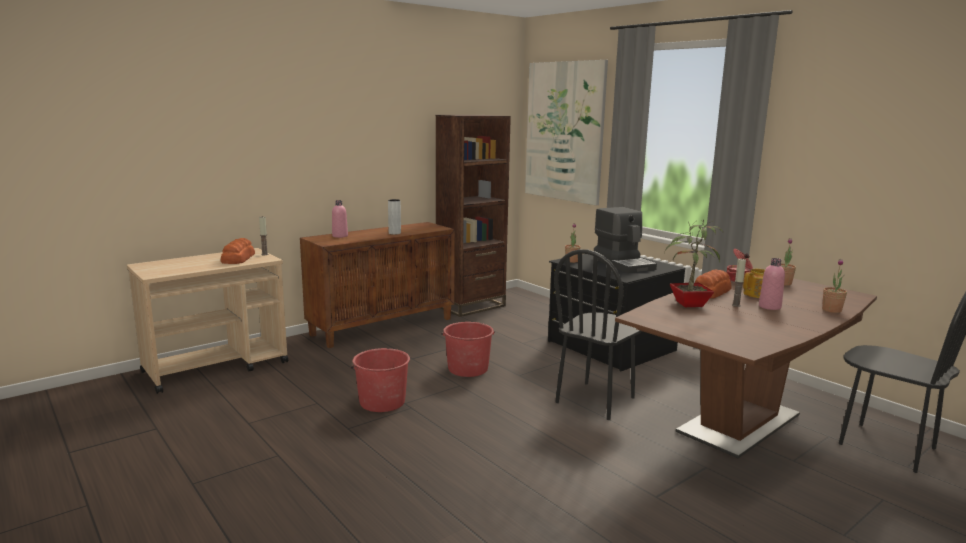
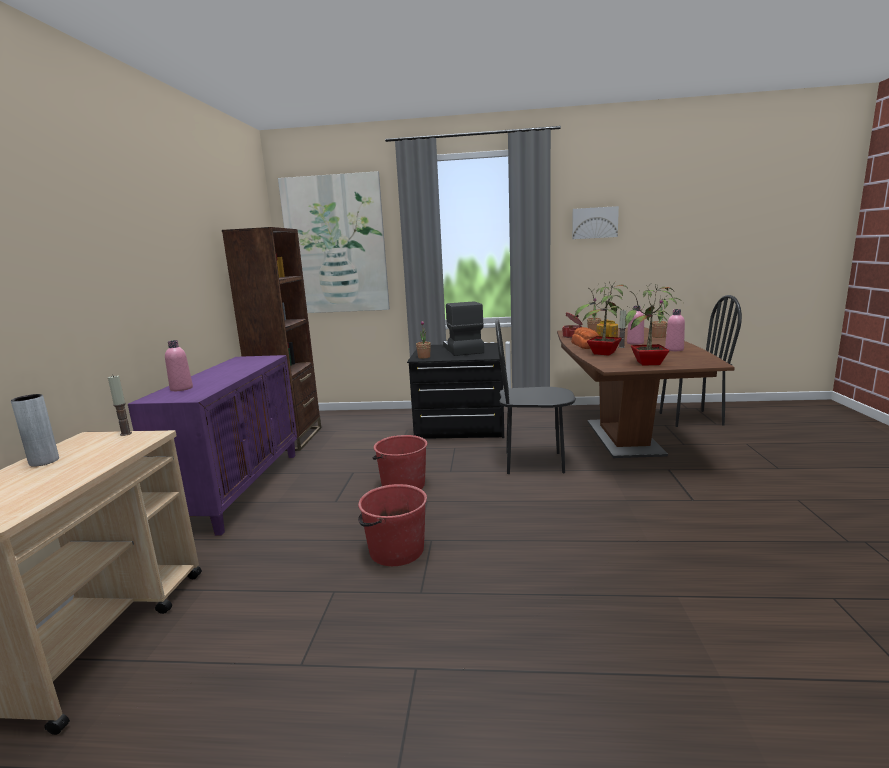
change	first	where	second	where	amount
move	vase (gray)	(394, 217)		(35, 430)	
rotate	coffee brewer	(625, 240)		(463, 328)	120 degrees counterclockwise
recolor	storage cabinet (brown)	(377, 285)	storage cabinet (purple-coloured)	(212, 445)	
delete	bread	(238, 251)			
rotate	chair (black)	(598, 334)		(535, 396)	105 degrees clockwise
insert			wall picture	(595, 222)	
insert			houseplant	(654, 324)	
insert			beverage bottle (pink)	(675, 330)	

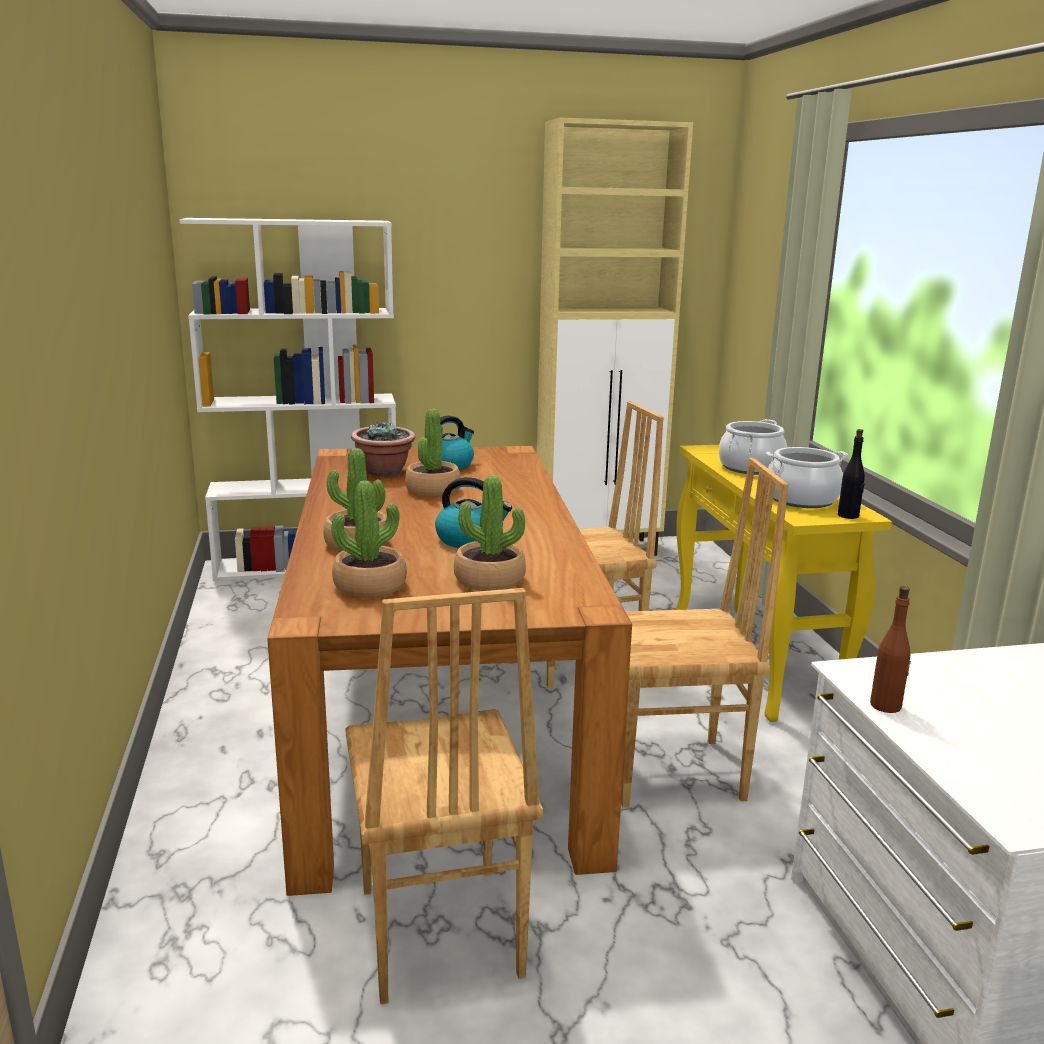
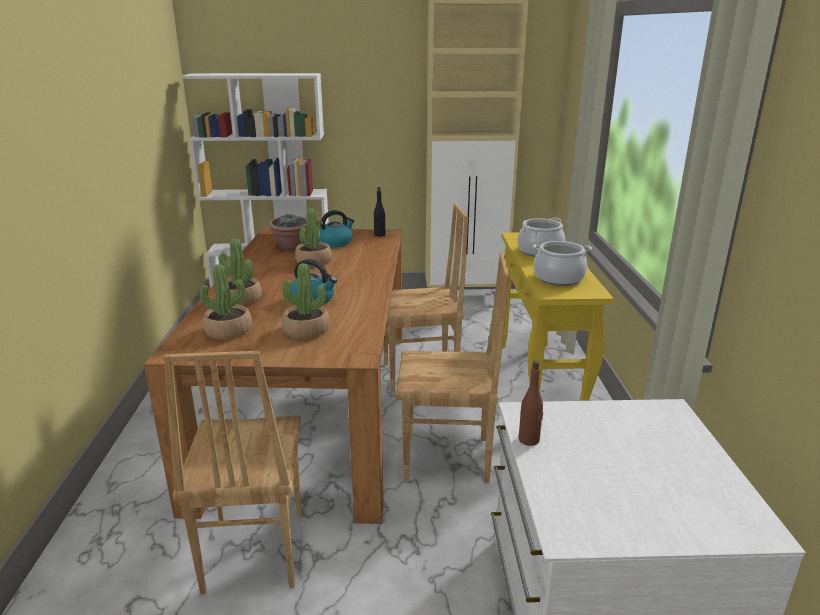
change	first	where	second	where	amount
move	beverage bottle (black)	(851, 474)		(379, 211)	

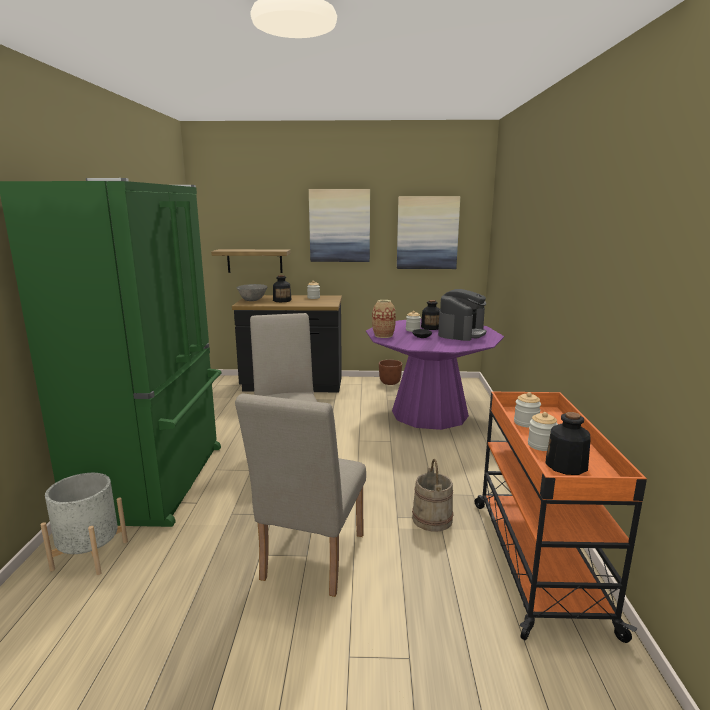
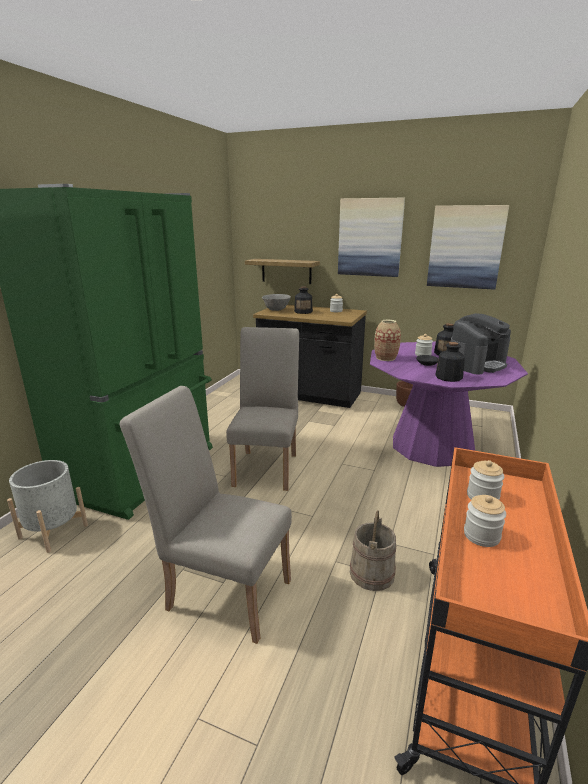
change	first	where	second	where	amount
rotate	chair (sand-coloured)	(300, 495)		(206, 515)	75 degrees clockwise
move	beverage bottle	(568, 443)		(450, 362)	

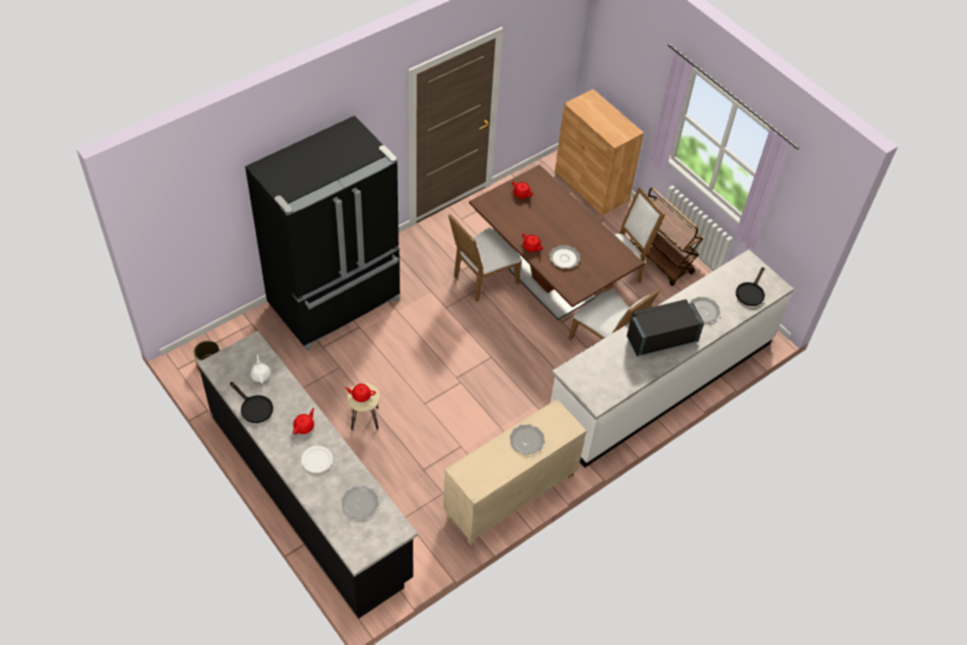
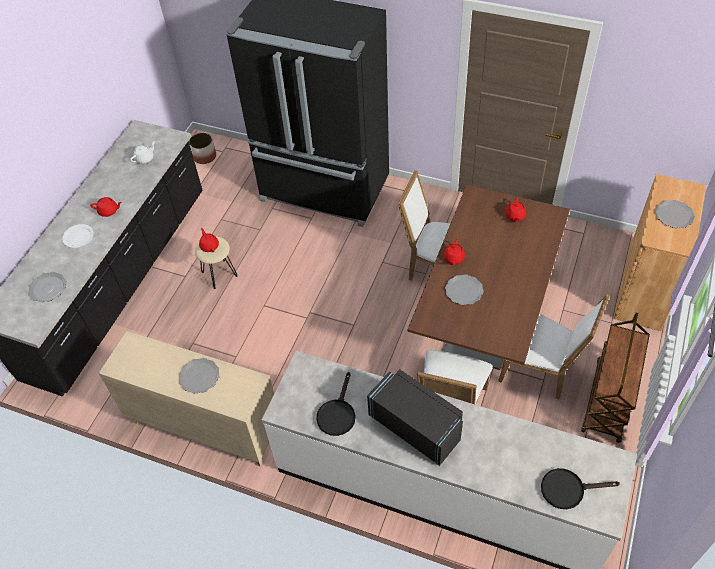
change	first	where	second	where	amount
move	dinner plate	(704, 309)		(675, 214)	
move	skillet (black)	(251, 402)		(336, 404)	

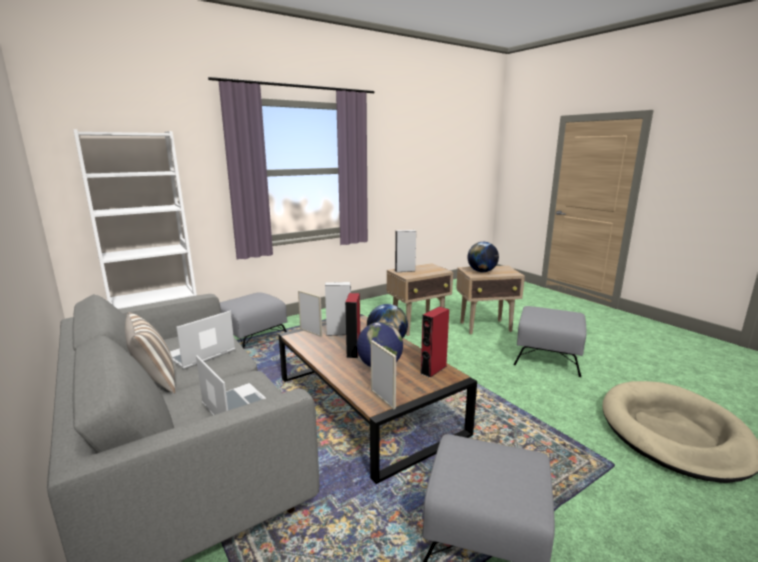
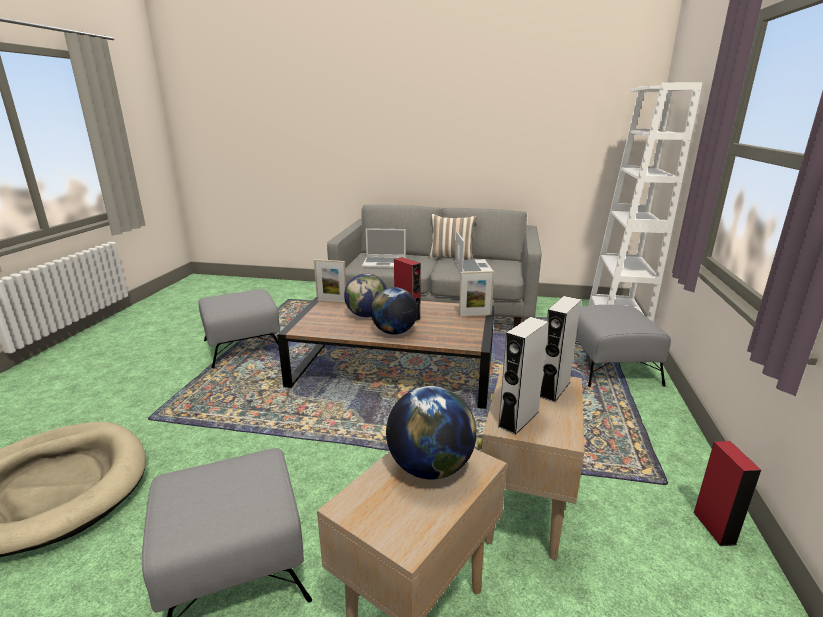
change	first	where	second	where	amount
move	loudspeaker (gray)	(338, 309)		(523, 376)	
move	loudspeaker (reddish)	(434, 342)		(727, 493)	

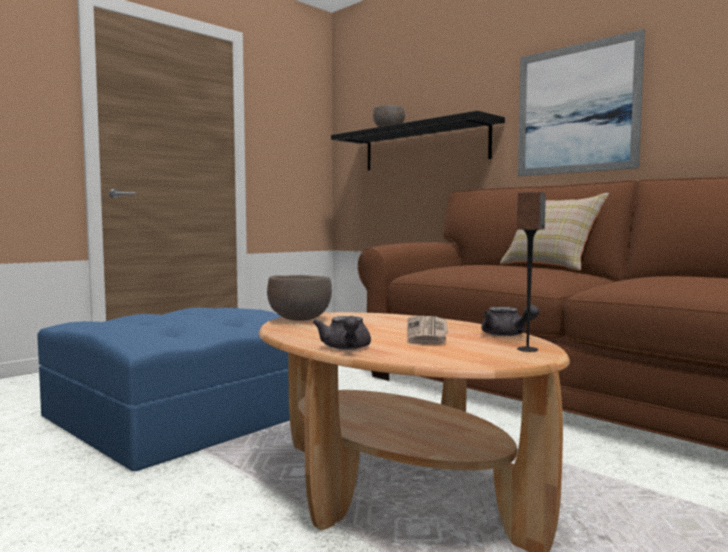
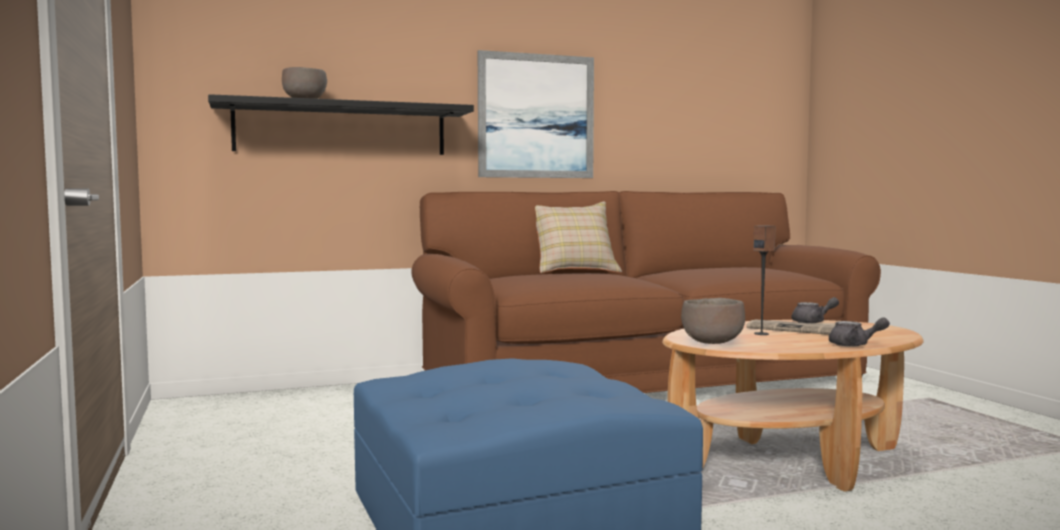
change	first	where	second	where	amount
move	loudspeaker	(531, 272)		(764, 280)	

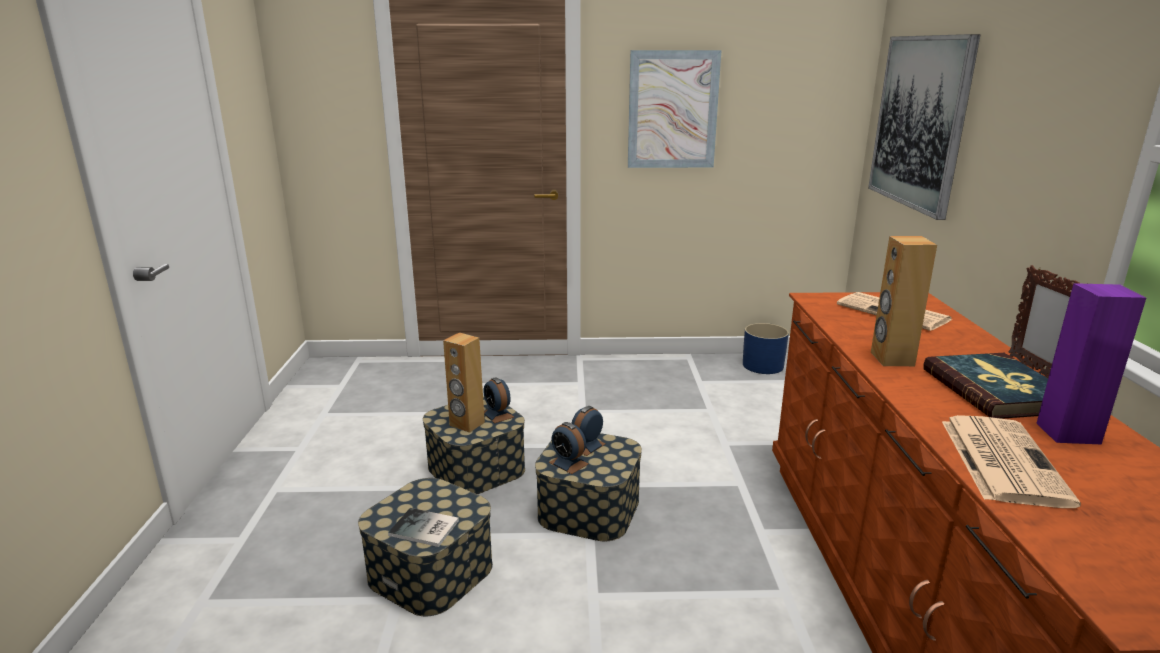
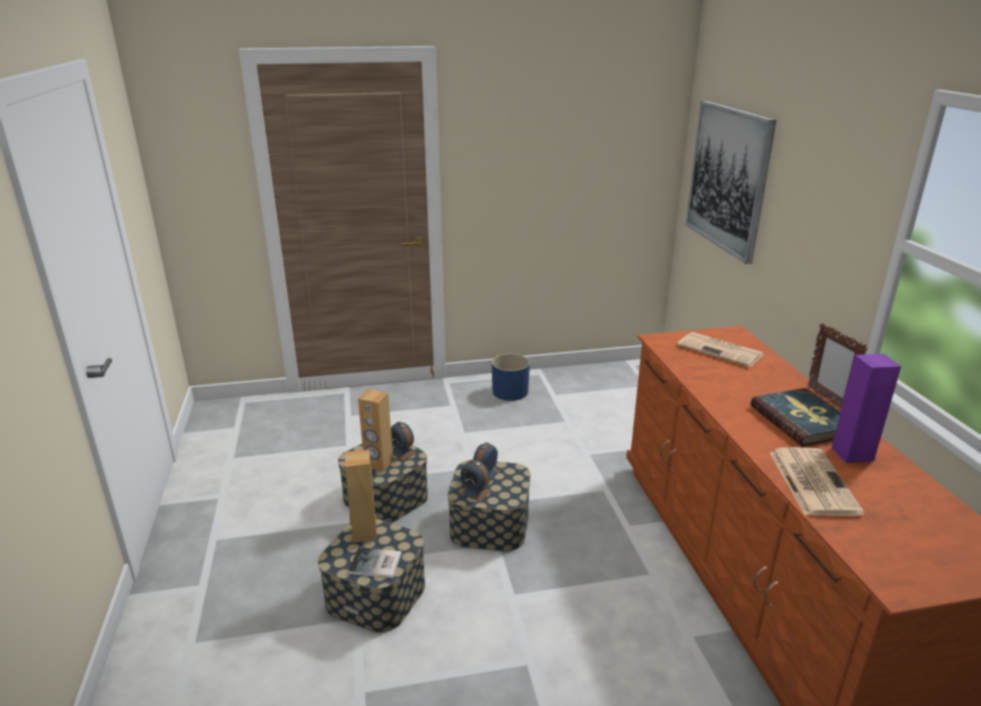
change	first	where	second	where	amount
delete	wall picture	(674, 109)			
move	loudspeaker (brown)	(904, 301)		(361, 496)	
move	plant pot (blue)	(766, 348)		(511, 377)	

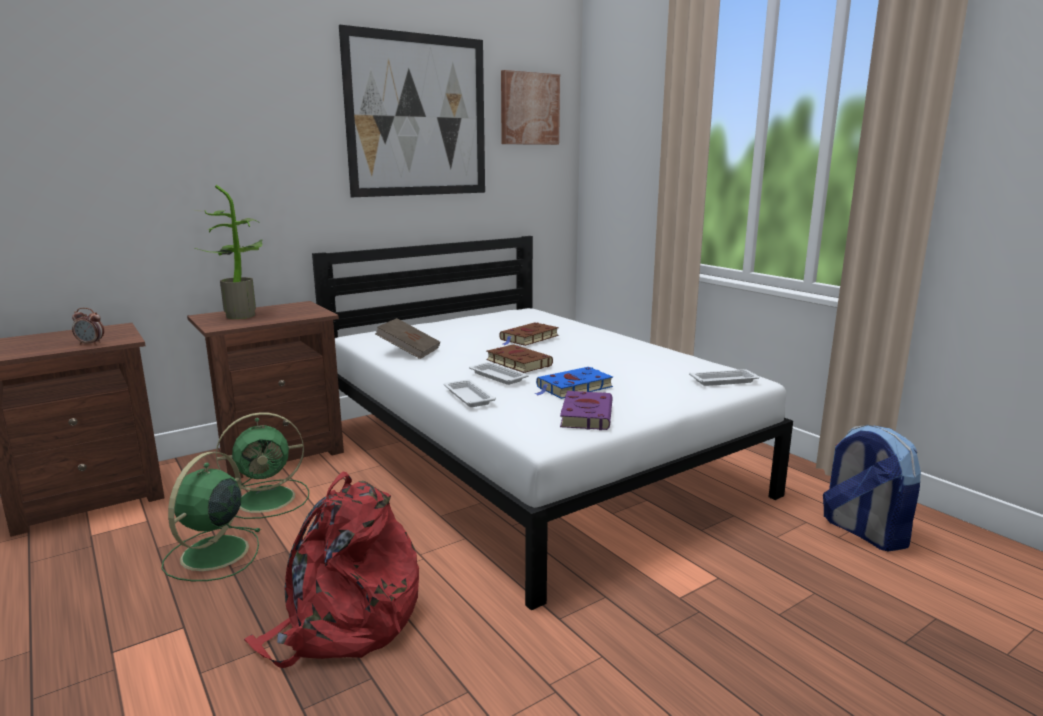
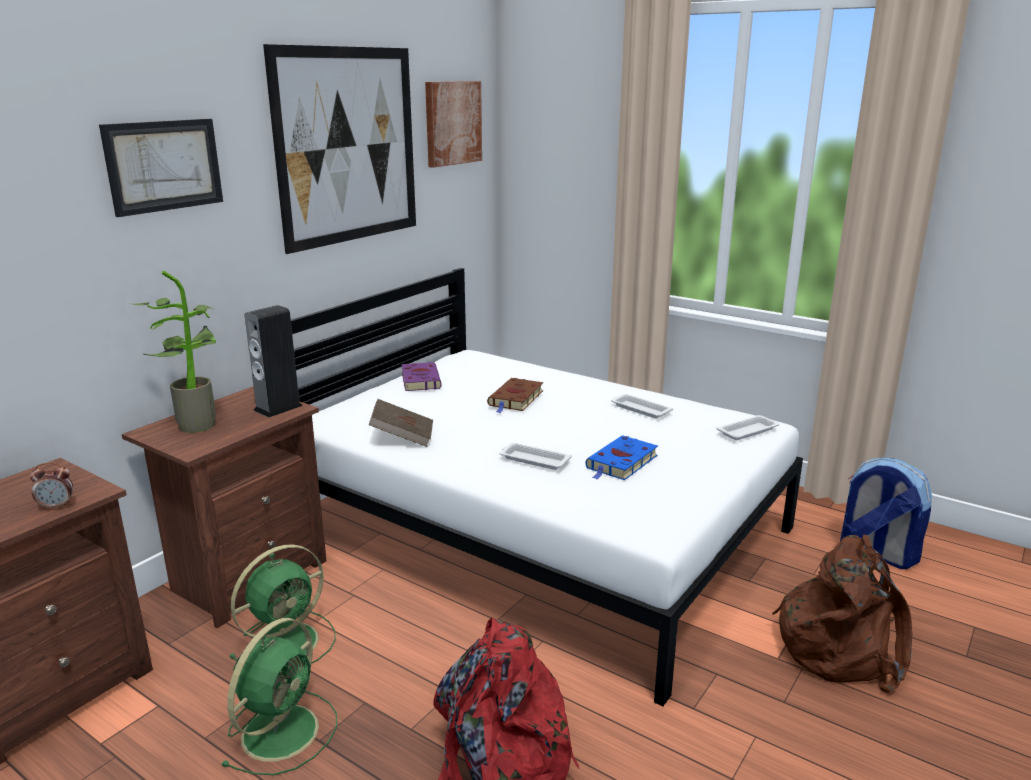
change	first	where	second	where	amount
delete	bound book (brown)	(519, 358)			
move	carrying tray (white-coloured)	(470, 393)		(642, 406)	
move	bound book (purple-coloured)	(586, 410)		(422, 376)	
rotate	electric fan (green)	(211, 516)		(279, 696)	150 degrees counterclockwise
insert			wall picture	(161, 168)	
insert			loudspeaker	(274, 361)	
insert			knapsack (brown)	(842, 613)	

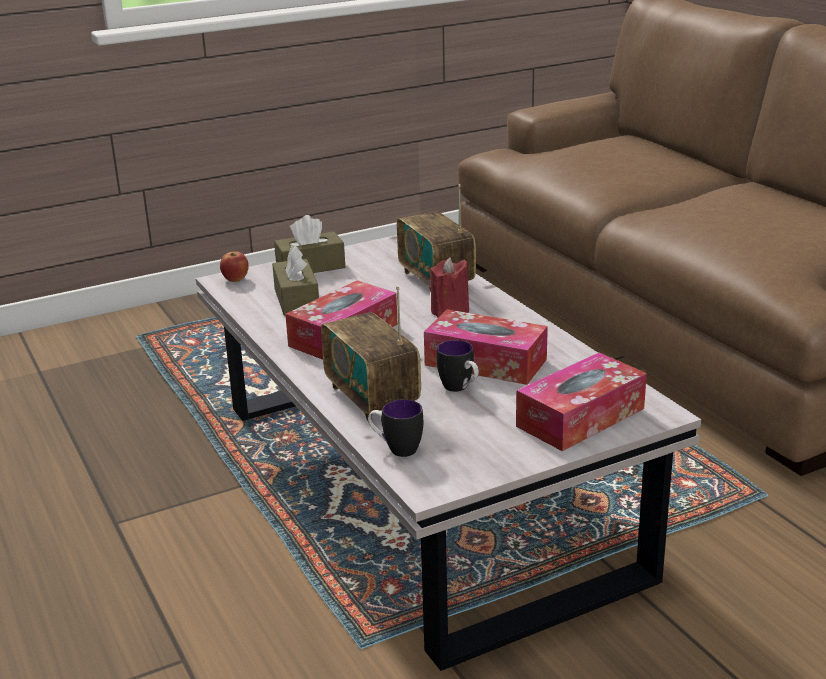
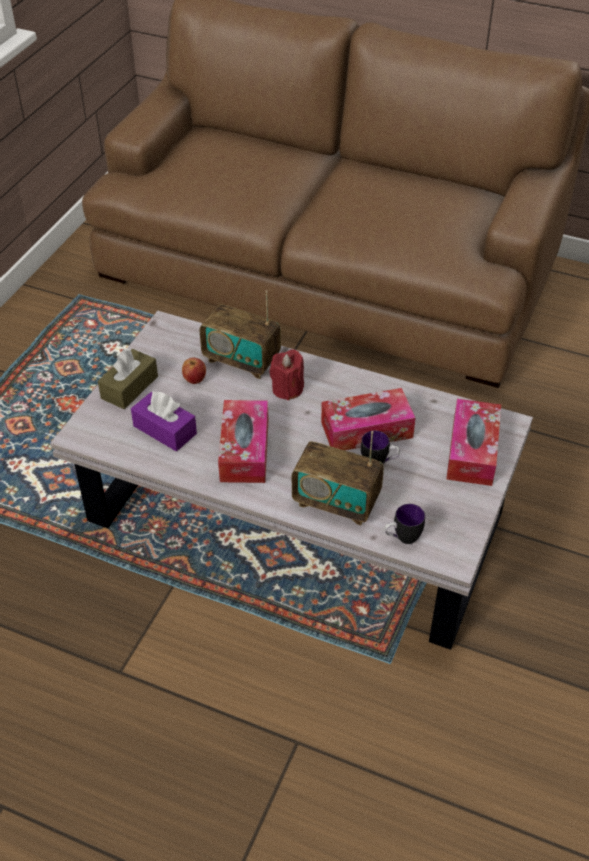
change	first	where	second	where	amount
recolor	tissue holder (brown)	(295, 280)	tissue holder (purple-coloured)	(164, 421)	
move	apple fruit	(234, 266)		(194, 371)	

